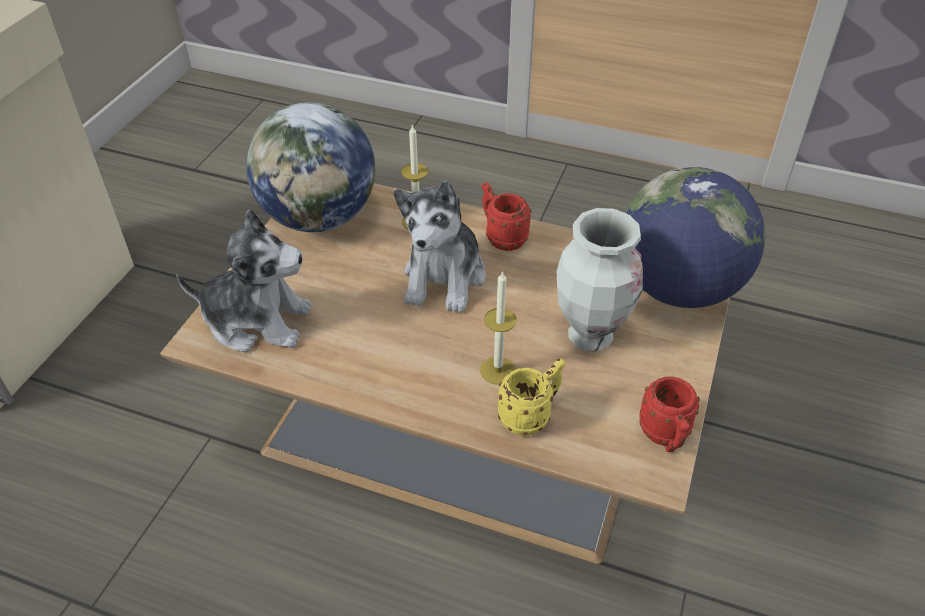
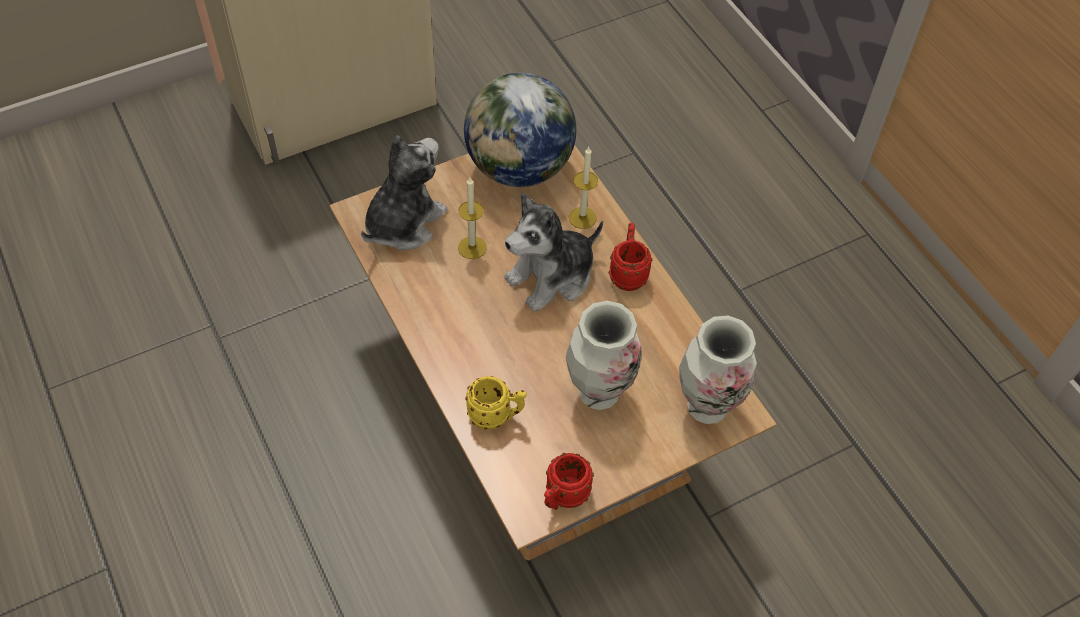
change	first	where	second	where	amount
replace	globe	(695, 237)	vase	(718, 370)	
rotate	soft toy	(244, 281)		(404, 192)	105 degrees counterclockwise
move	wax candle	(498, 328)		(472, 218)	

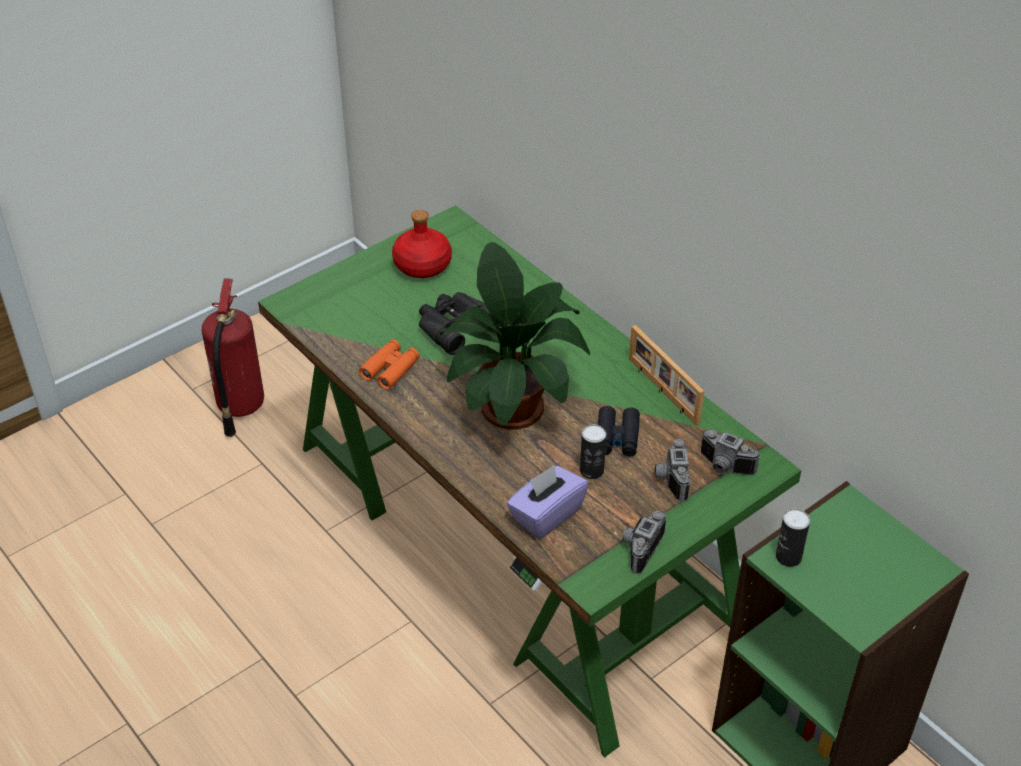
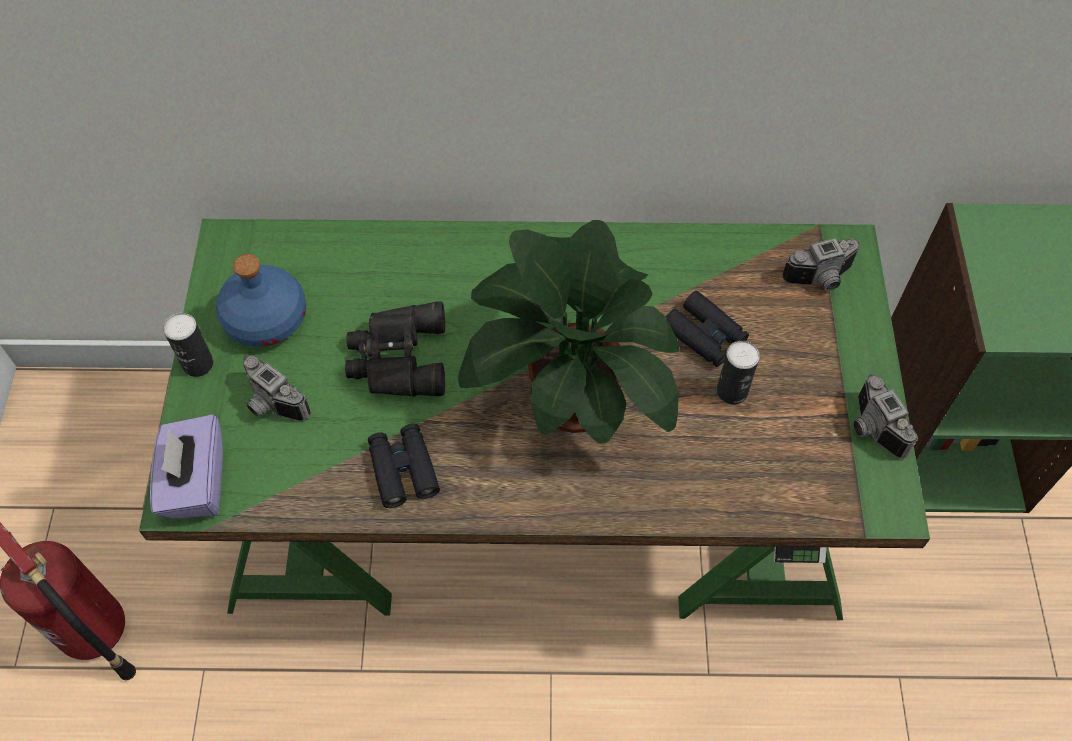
change	first	where	second	where	amount
recolor	beverage bottle (reddish)	(422, 244)	beverage bottle (blue)	(261, 300)	
delete	photo frame	(666, 375)			
recolor	field glasses (orange-coloured)	(389, 364)	field glasses (black)	(404, 466)	
move	still camera	(672, 470)		(277, 388)	
move	tissue holder (purple-coloured)	(548, 502)		(186, 466)	
move	can	(793, 538)		(188, 345)	

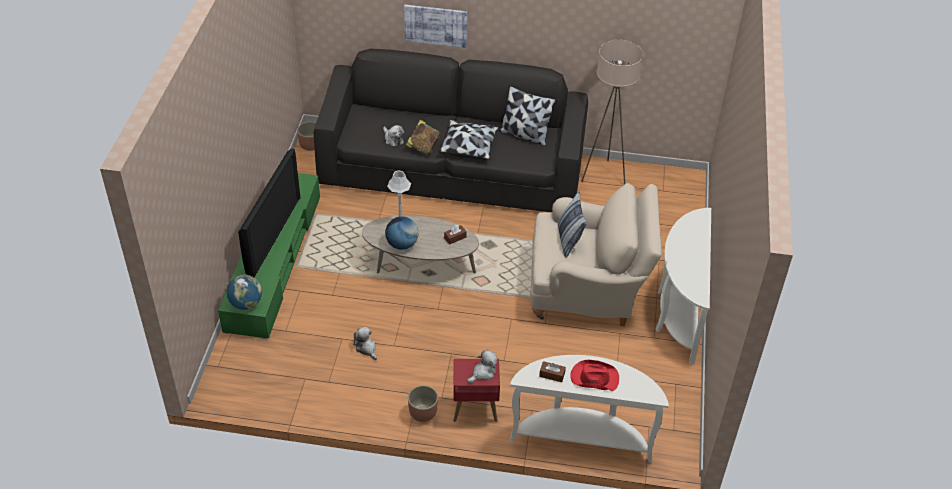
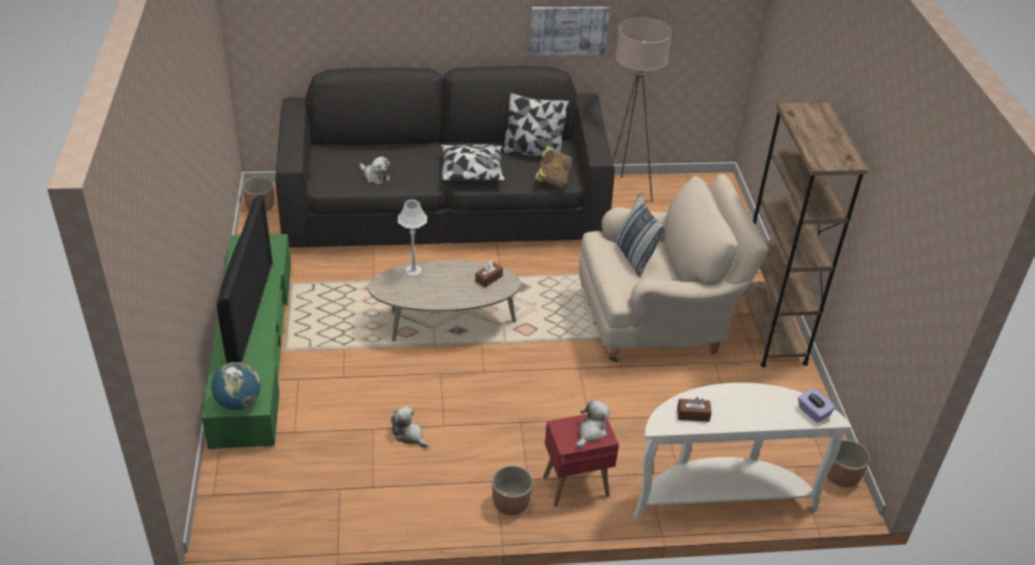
change	first	where	second	where	amount
move	wall picture	(435, 26)		(569, 31)	
move	bound book	(423, 138)		(554, 167)	
replace	console table (white-coloured)	(683, 286)	bookshelf (brown)	(806, 234)	
delete	globe	(402, 233)			
delete	wearable hat (reddish)	(594, 375)			
insert			tissue holder (purple-coloured)	(816, 405)	
insert			plant pot	(848, 463)	

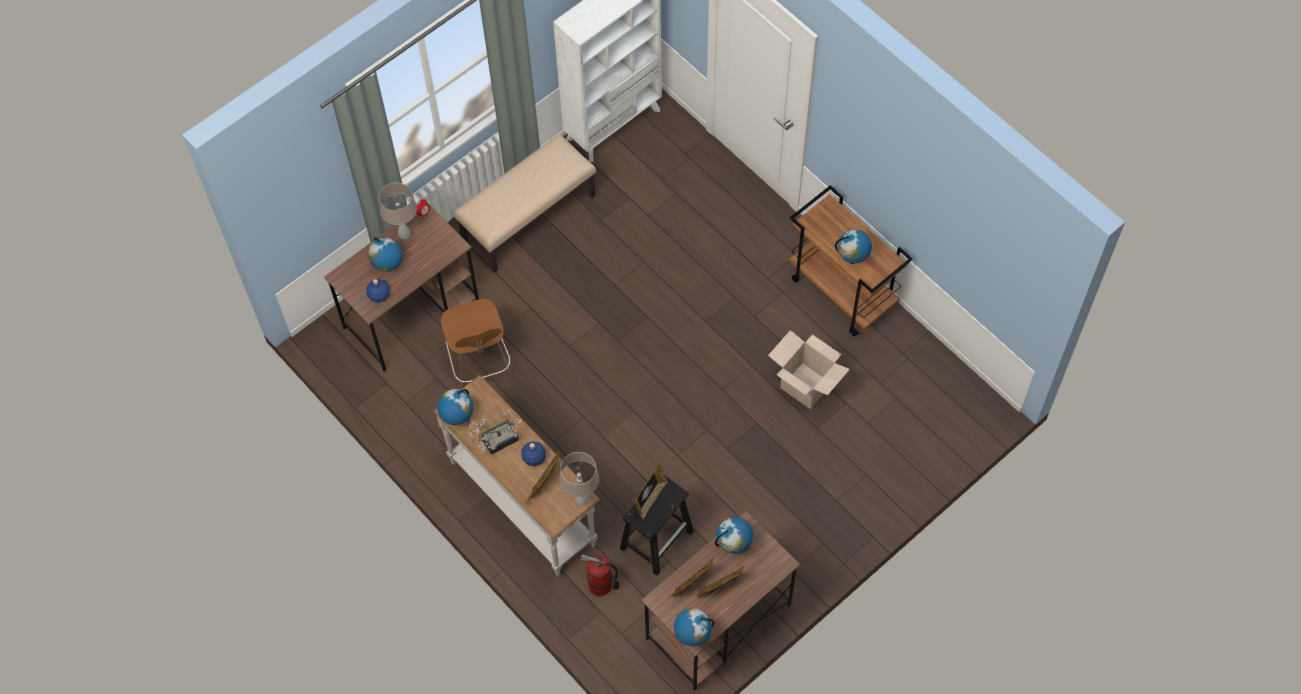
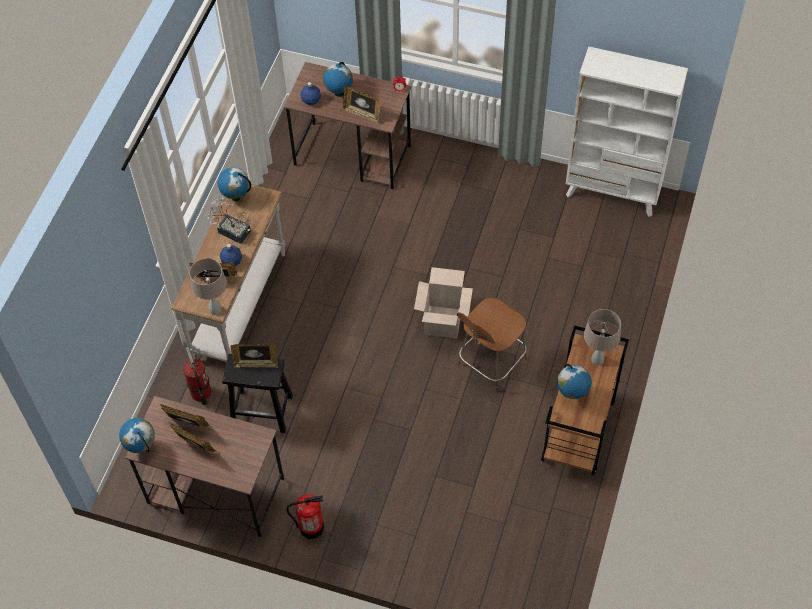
change	first	where	second	where	amount
delete	indoor bench (sand-coloured)	(525, 203)			
move	lamp for a table (sand-coloured)	(398, 211)		(602, 337)	
move	chair (brown)	(476, 344)		(492, 345)	
move	cardboard box	(809, 369)		(443, 303)	
delete	globe	(734, 535)			
insert			photo frame	(361, 105)	
insert			extinguisher	(305, 516)	

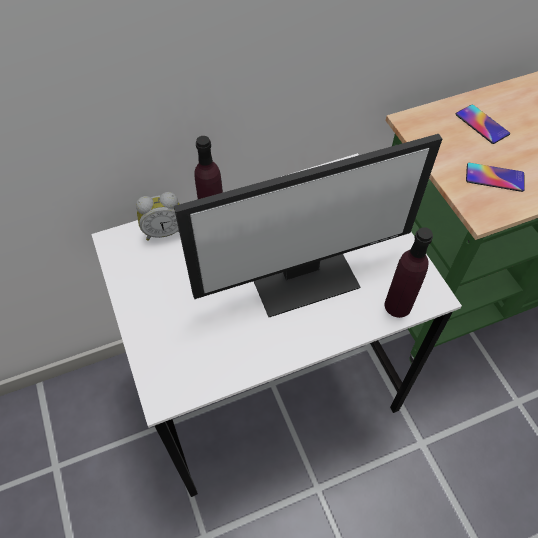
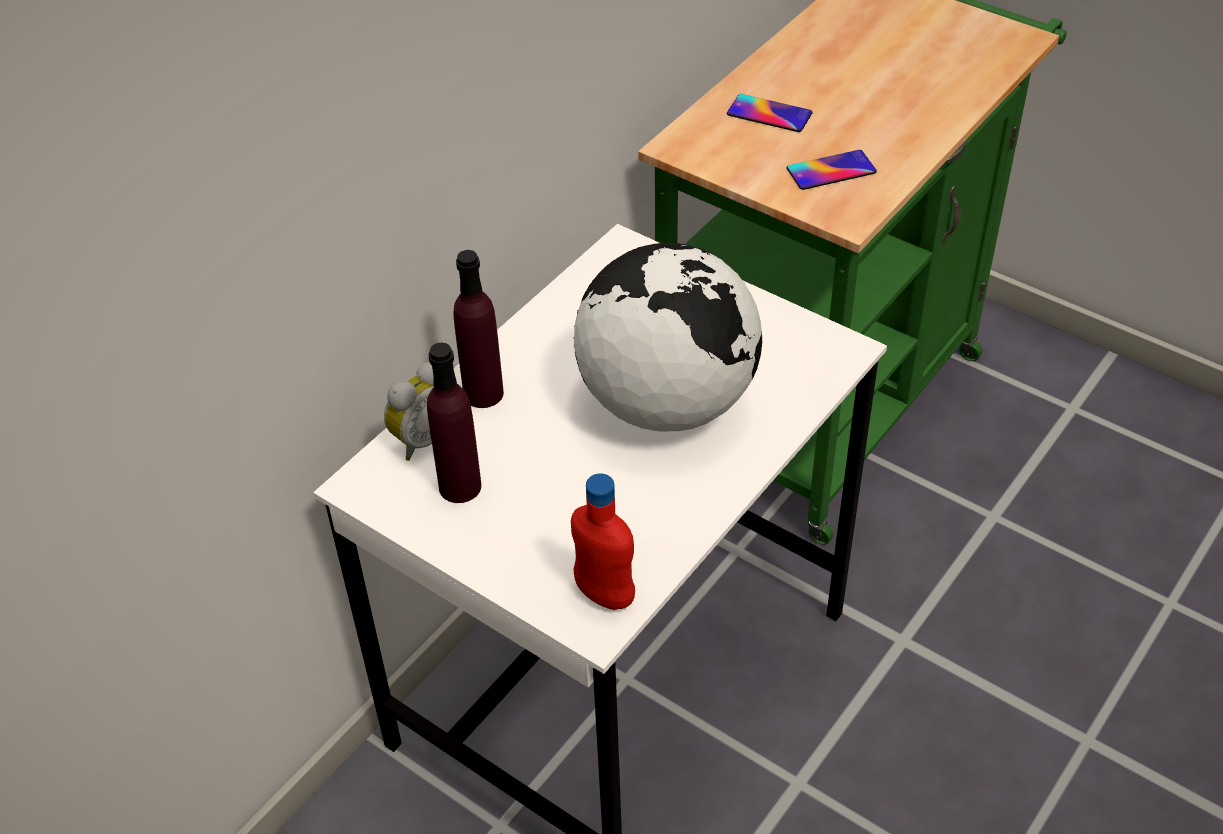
change	first	where	second	where	amount
replace	computer display	(308, 225)	globe	(668, 337)	
move	beverage bottle (purple-coloured)	(409, 272)		(454, 423)	
insert			beverage bottle (reddish)	(603, 541)	

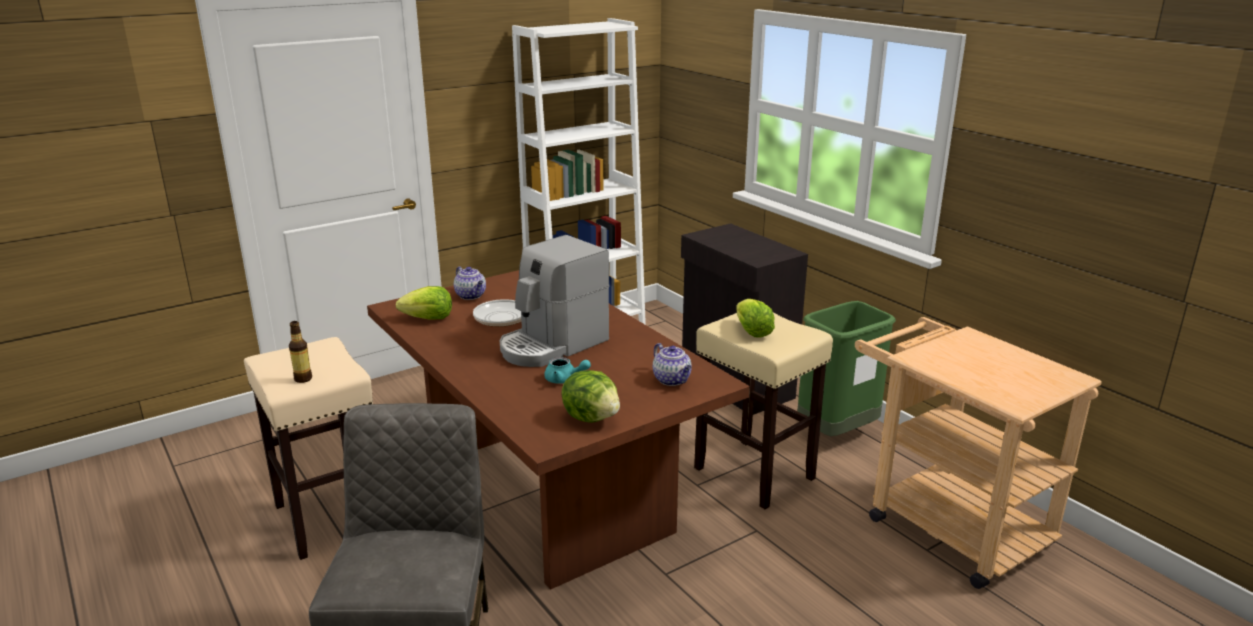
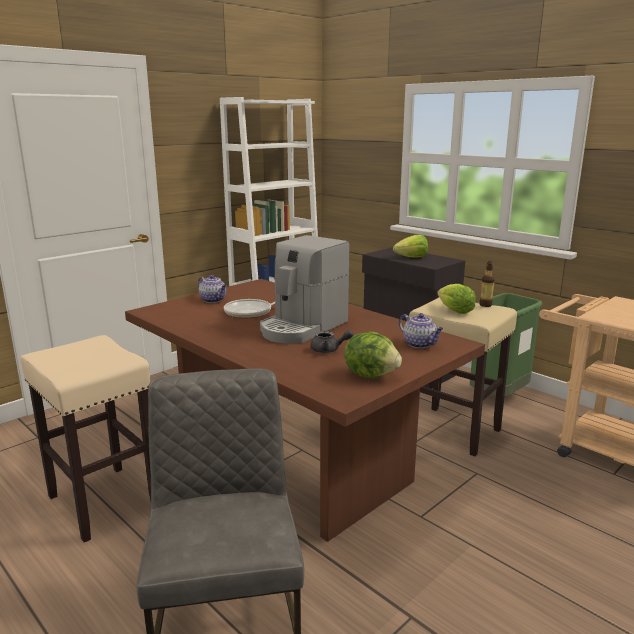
change	first	where	second	where	amount
move	head of lettuce	(424, 302)		(410, 246)	
move	beverage bottle	(300, 352)		(487, 284)	
recolor	pot for tea (blue-green)	(567, 370)	pot for tea (gray)	(332, 341)	

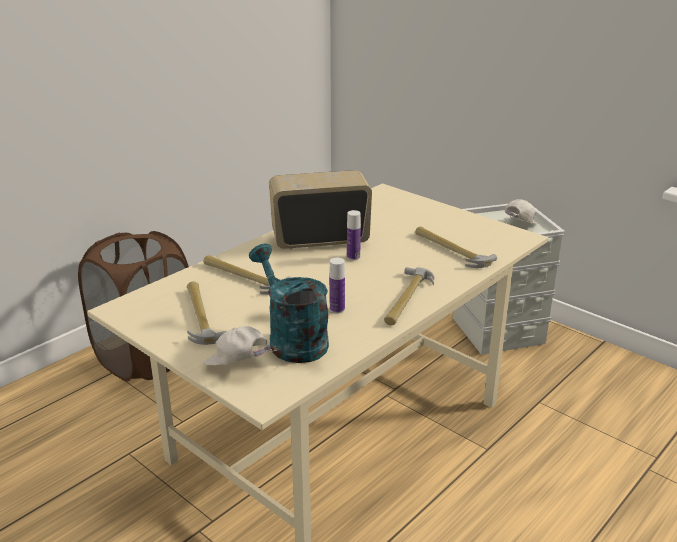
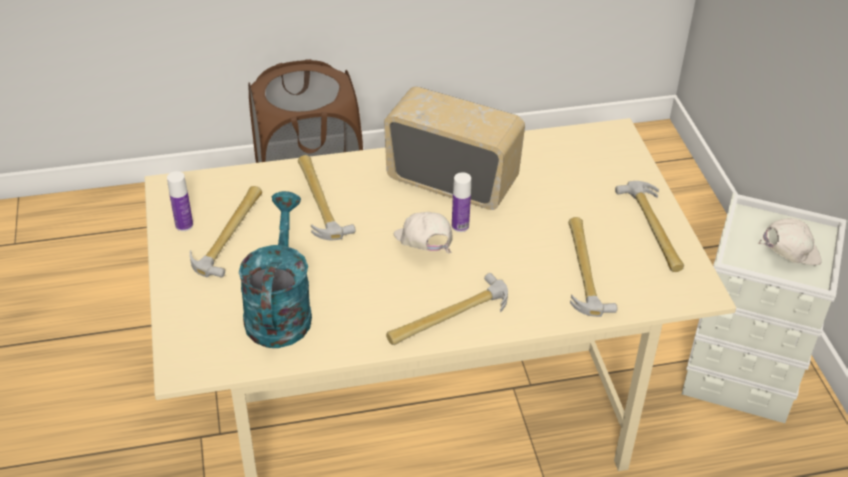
change	first	where	second	where	amount
move	beverage bottle	(337, 286)		(180, 201)	
move	baseball cap (white-coloured)	(241, 345)		(423, 232)	
insert			hammer	(649, 226)	

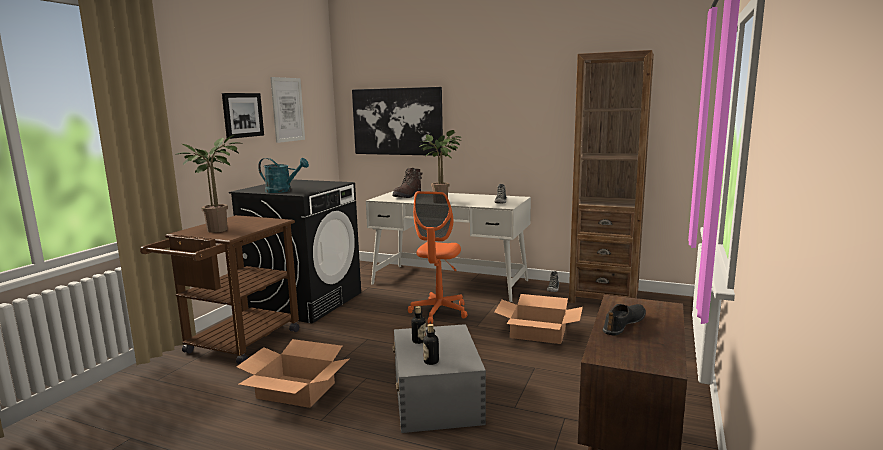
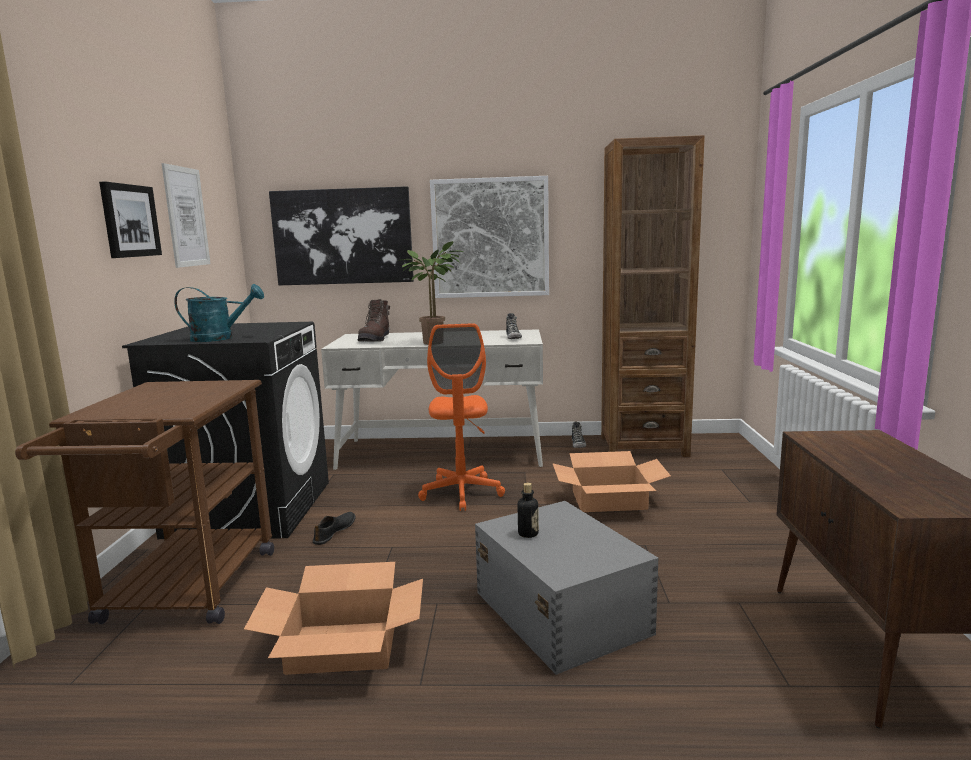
change	first	where	second	where	amount
delete	houseplant	(209, 183)			
move	shoe (black)	(624, 319)		(334, 528)	
delete	beverage bottle	(431, 344)			
insert			wall picture	(489, 237)	

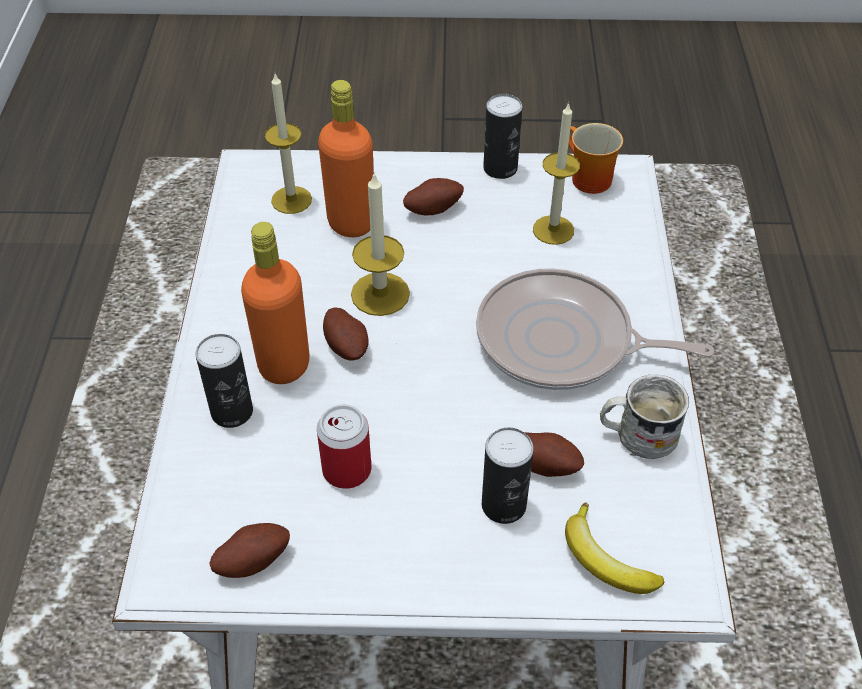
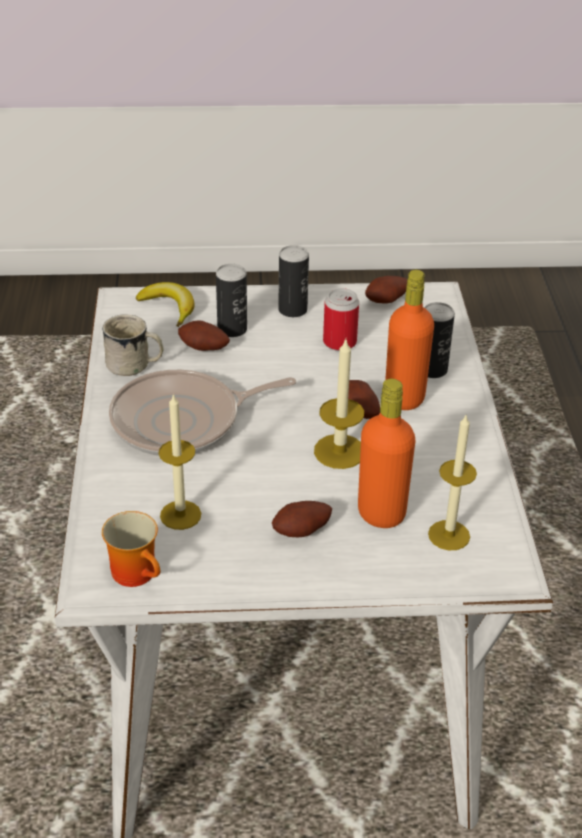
change	first	where	second	where	amount
move	can	(502, 136)		(293, 281)	
rotate	skillet	(595, 329)		(202, 412)	150 degrees clockwise

